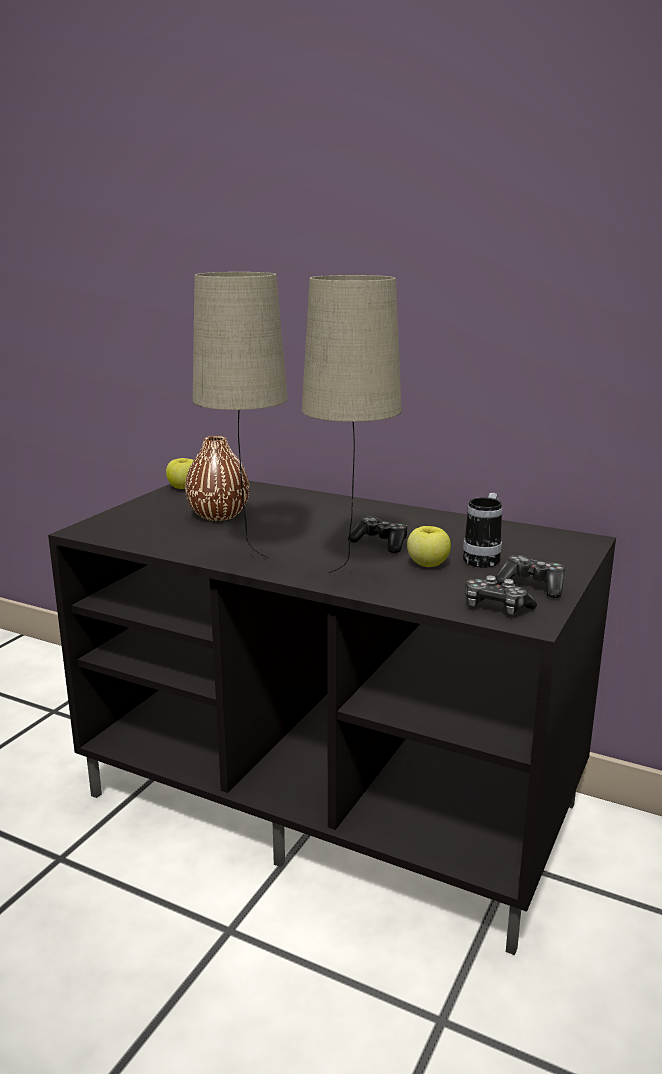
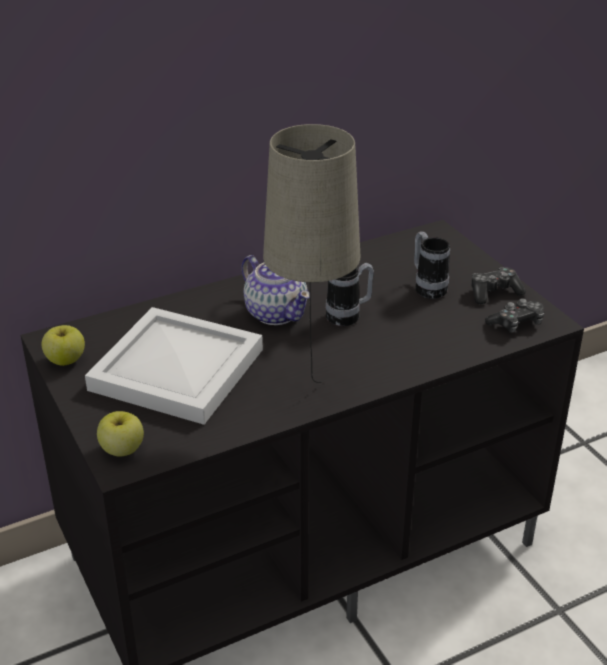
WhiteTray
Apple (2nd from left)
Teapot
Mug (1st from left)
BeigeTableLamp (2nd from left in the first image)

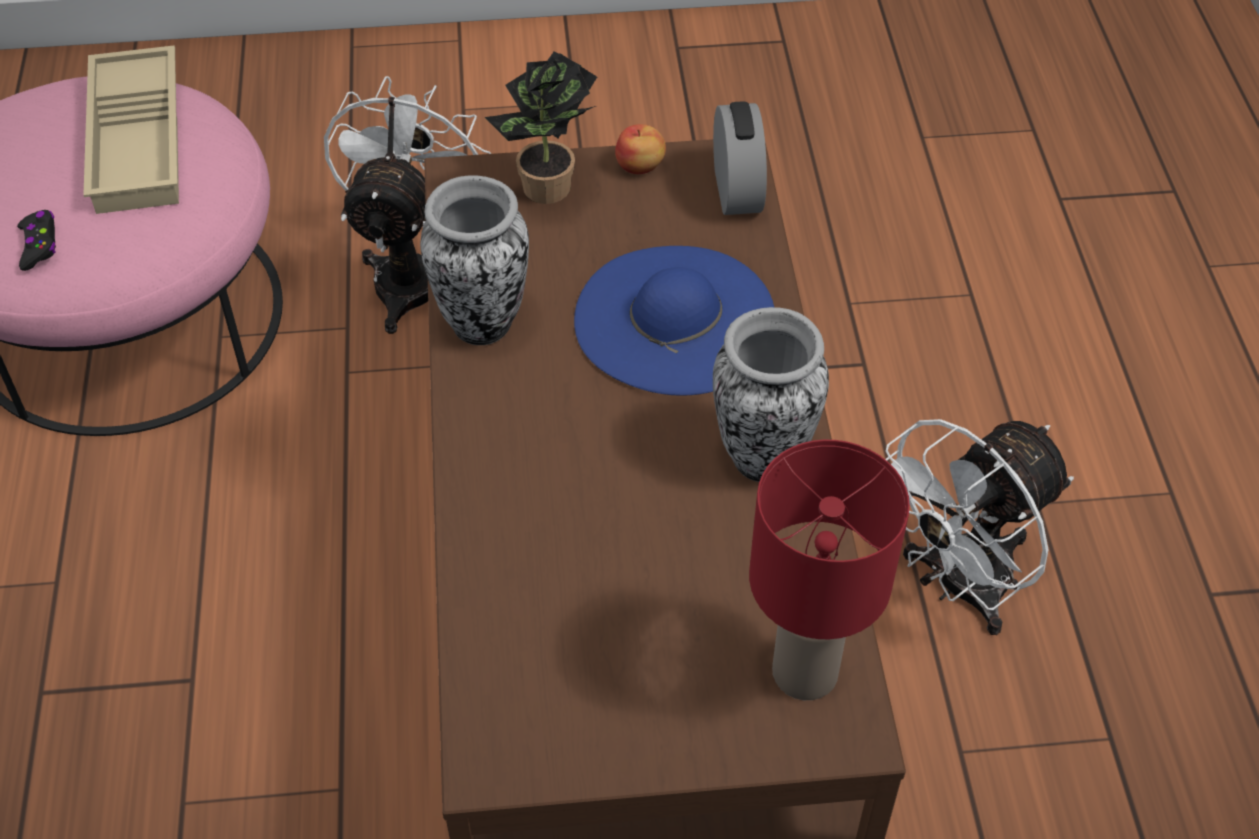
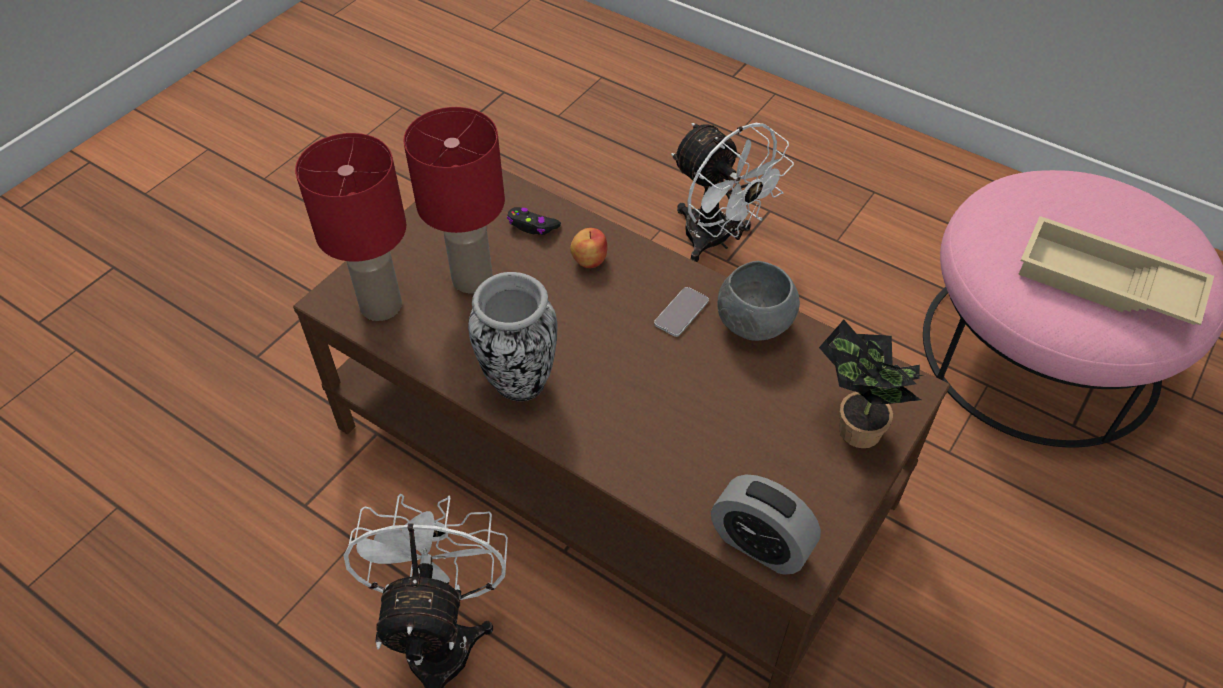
RedTableLamp (2nd from left)
BlackGameController
Apple
Phone
WhiteFan (2nd from left)
GreyBowl
BlueHat

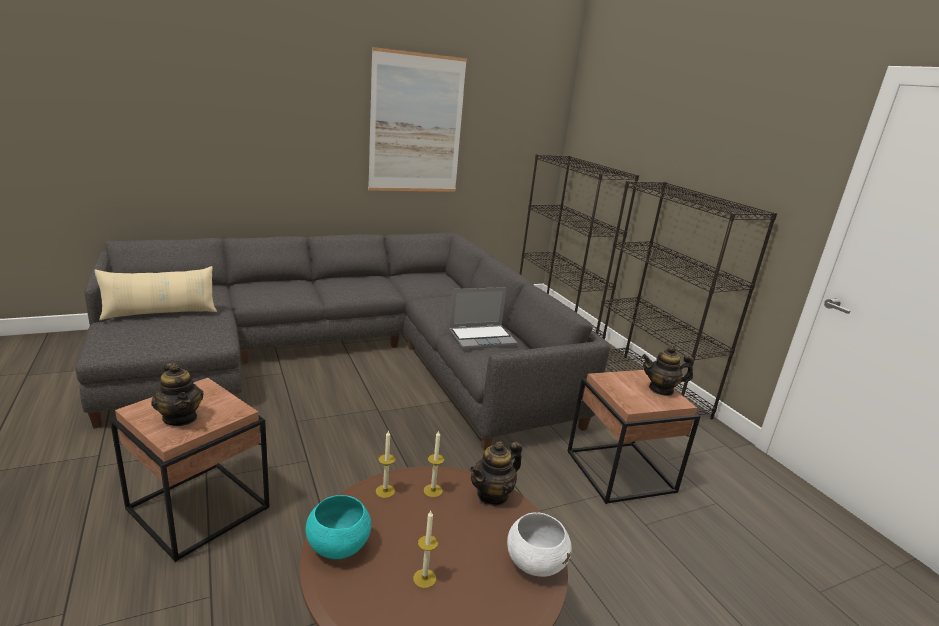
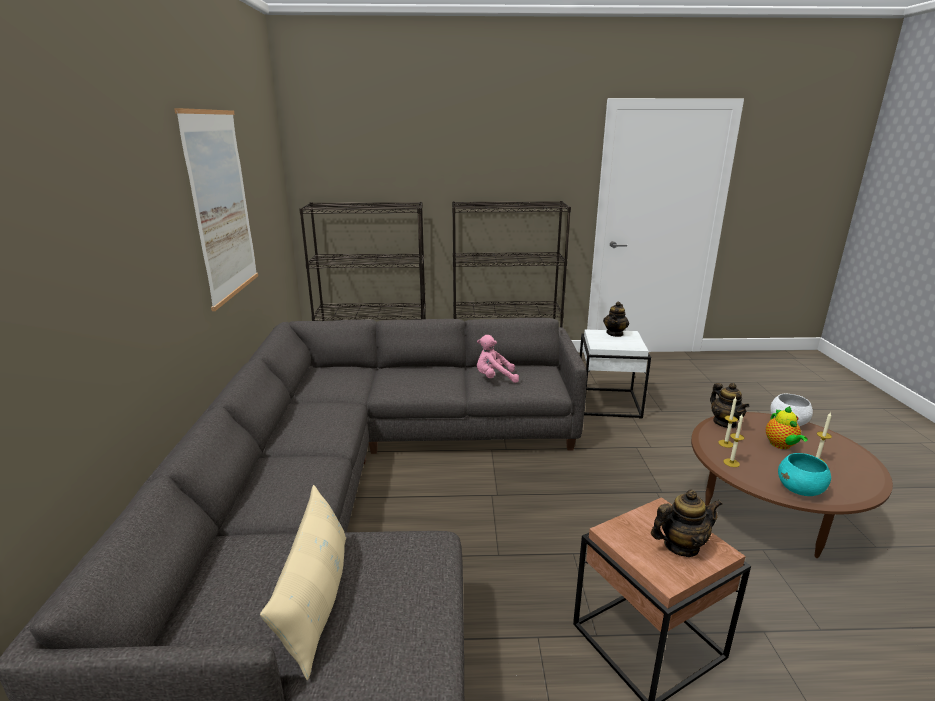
PinkPlushToy
WhiteSideTable
Teapot (4th from left)

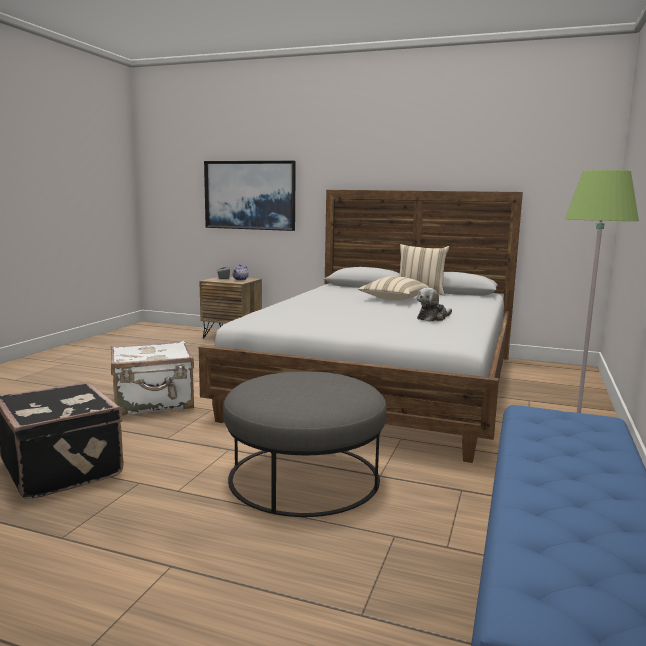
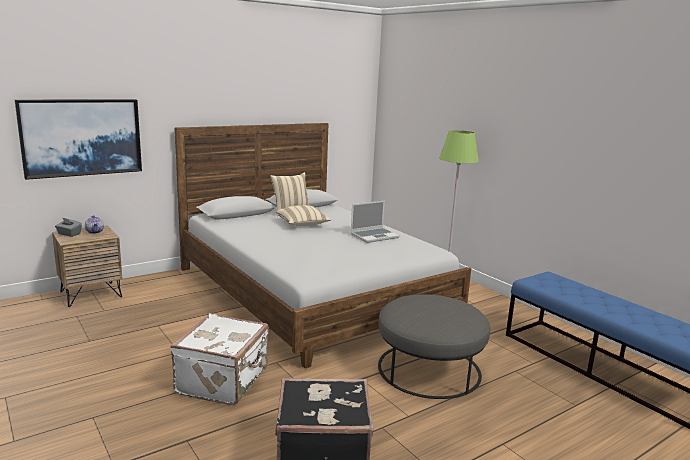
Laptop

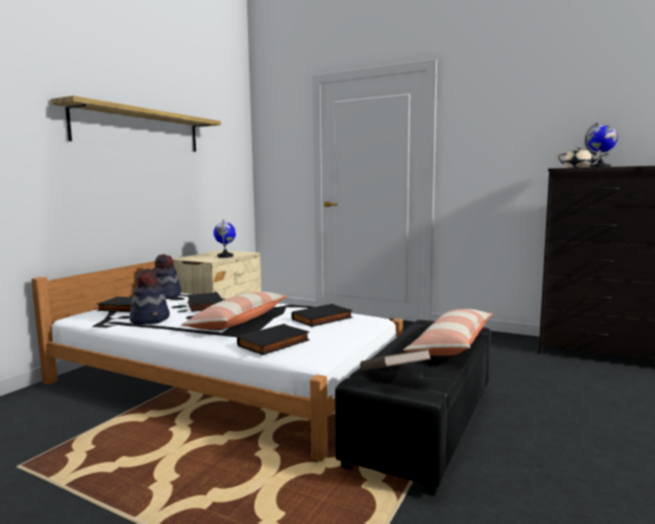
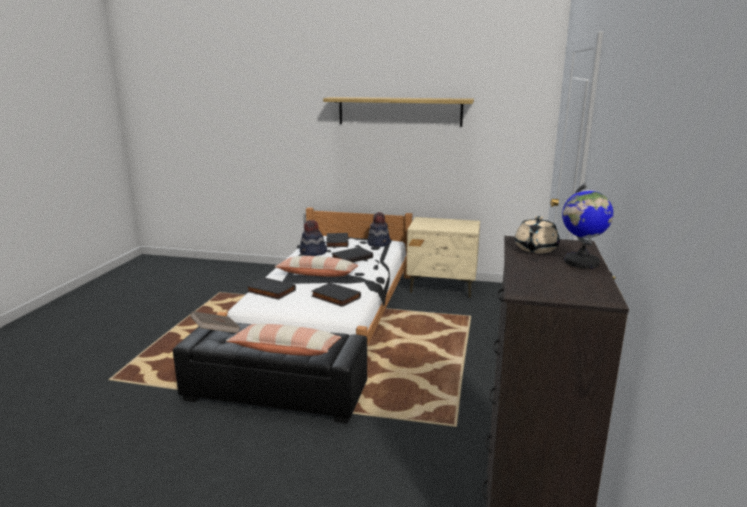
Globe (1st from left in the first image)

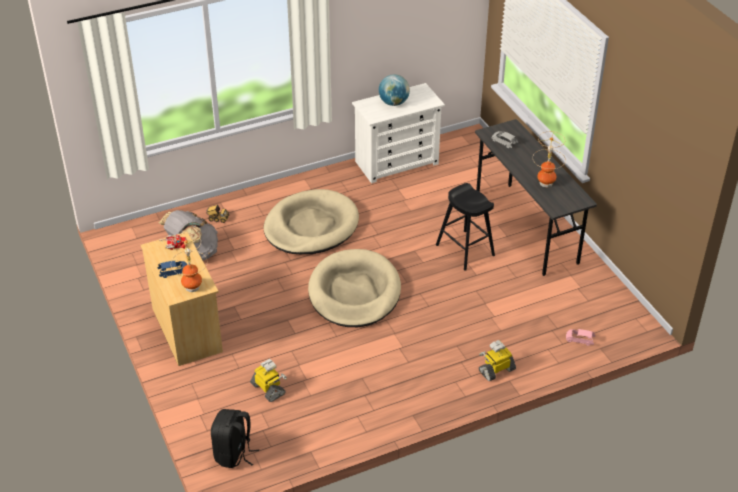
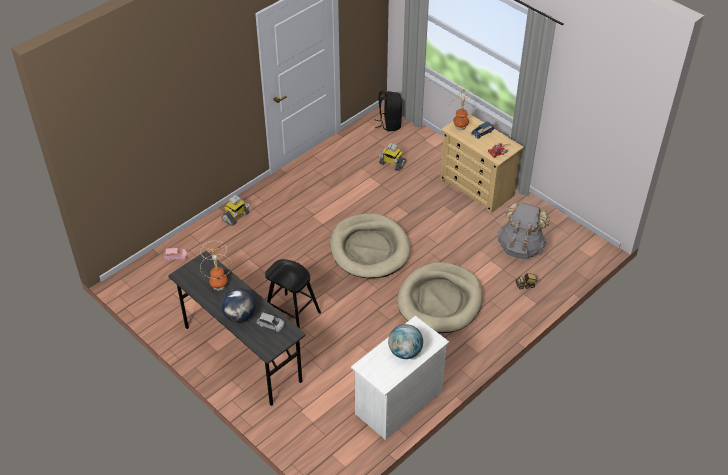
Globe (1st from left)

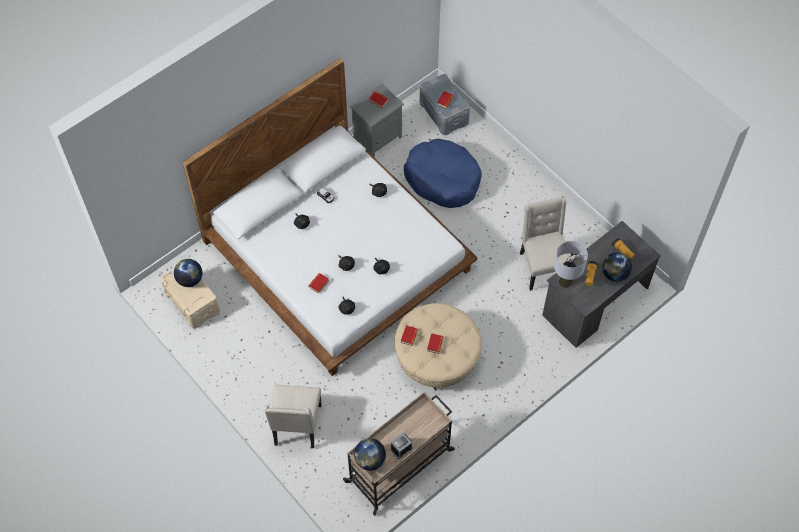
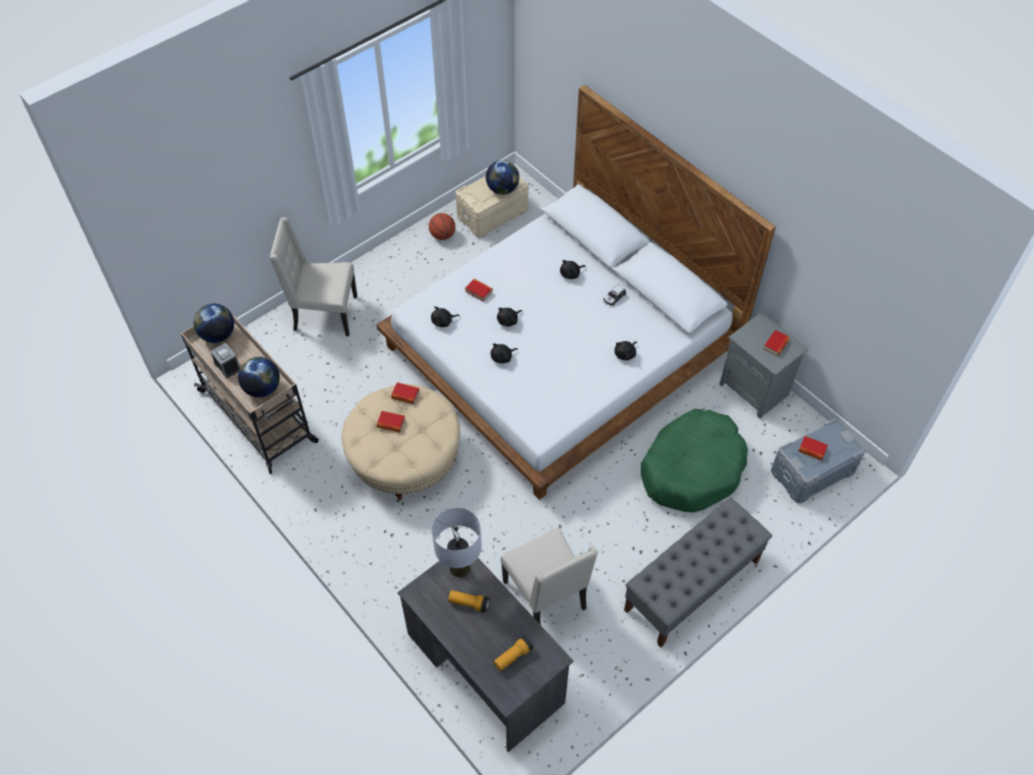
Globe (2nd from left)
Basketball
BeigeChair (2nd from left)
GreyBench
GreenDogBed

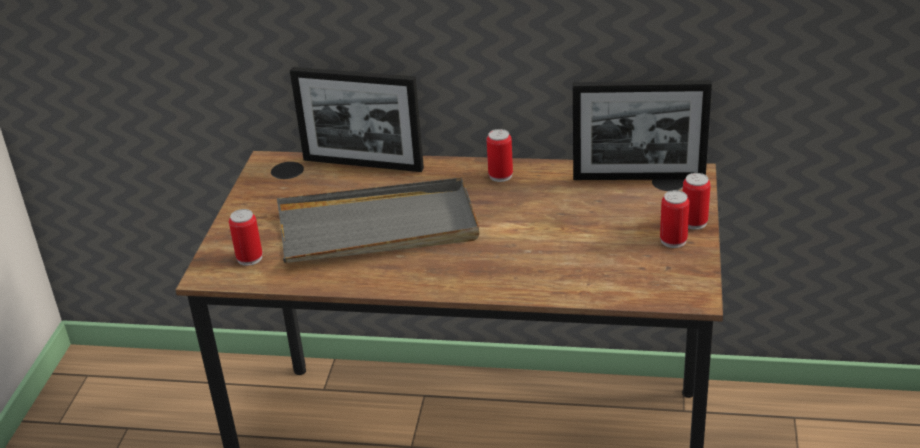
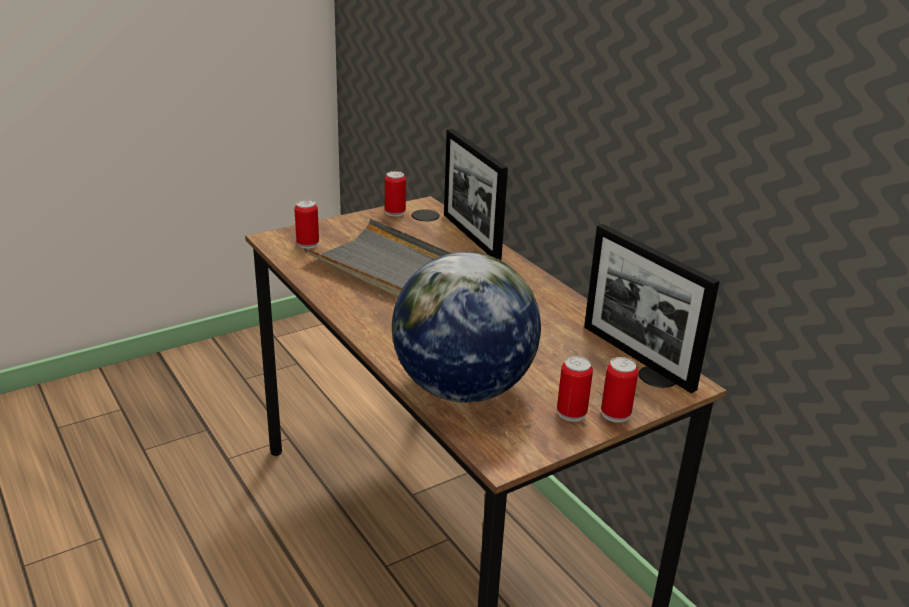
Can (2nd from left)
Globe

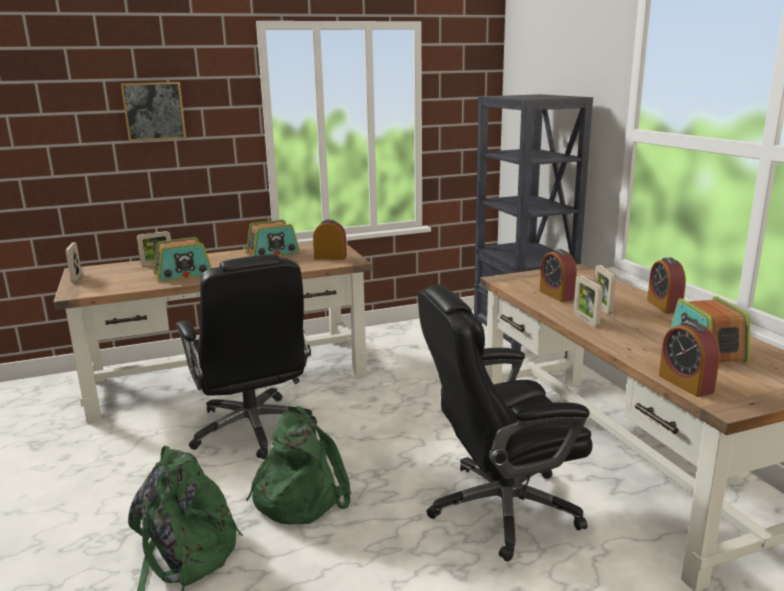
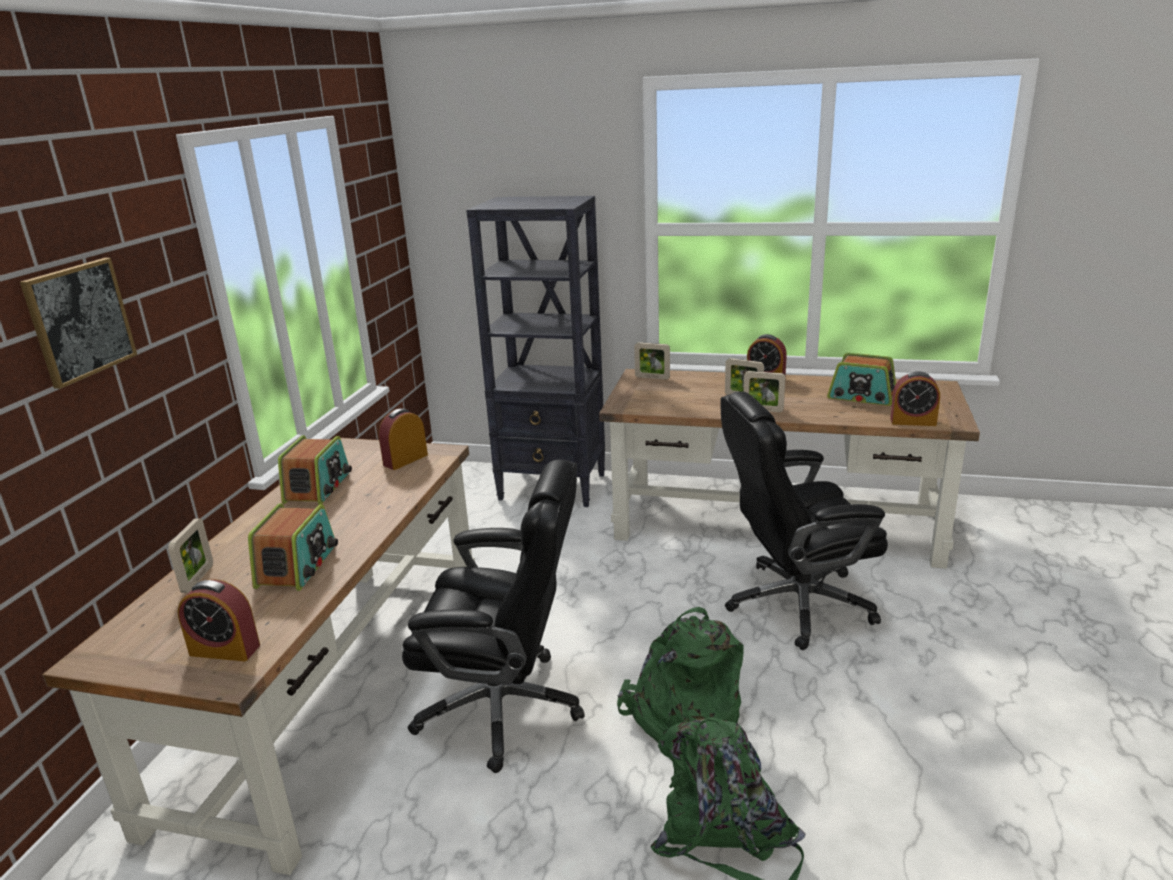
AlarmClock (1st from left)
PictureFrame (2nd from left)
BlackOfficeChair (2nd from left)

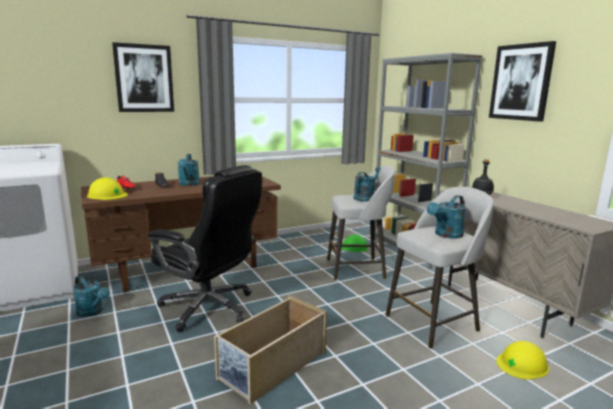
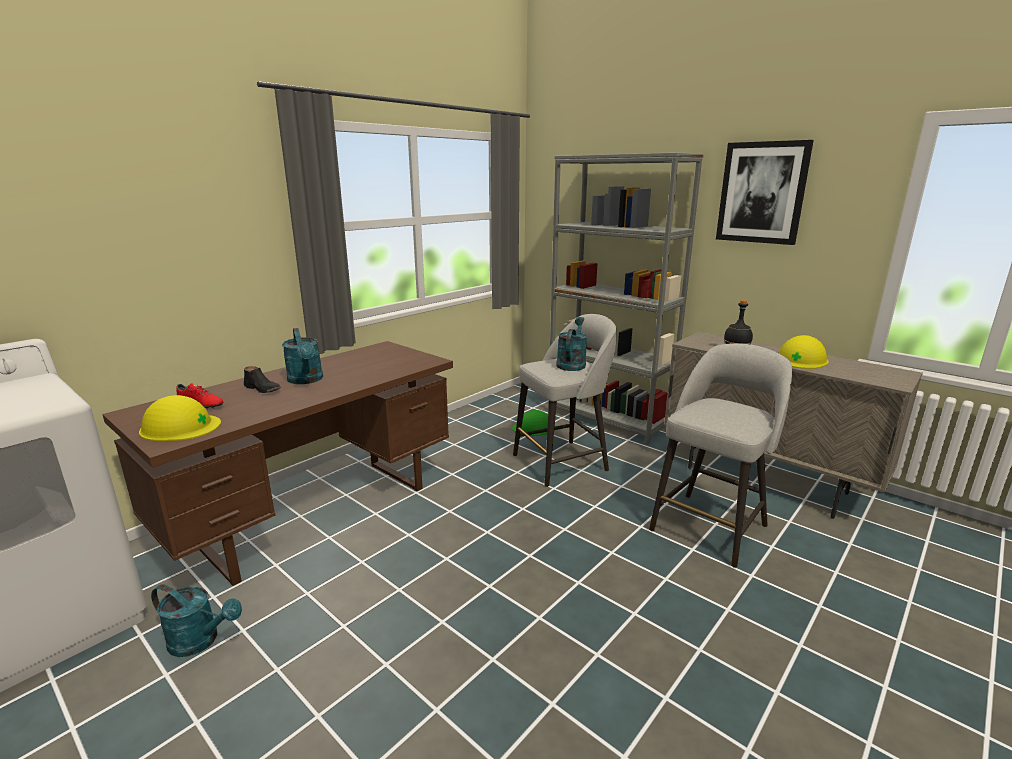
YellowHardHat (2nd from left)
Picture (1st from left in the first image)
BlackOfficeChair
BeigeStorageBox
TurquoiseWateringCan (4th from left in the first image)

